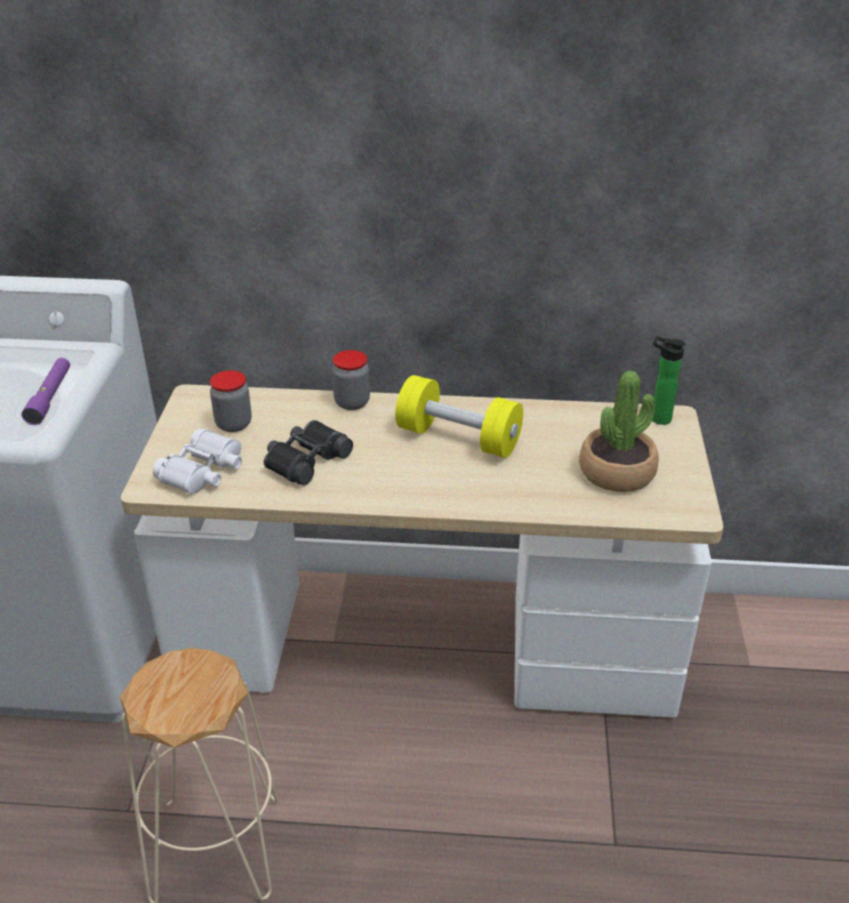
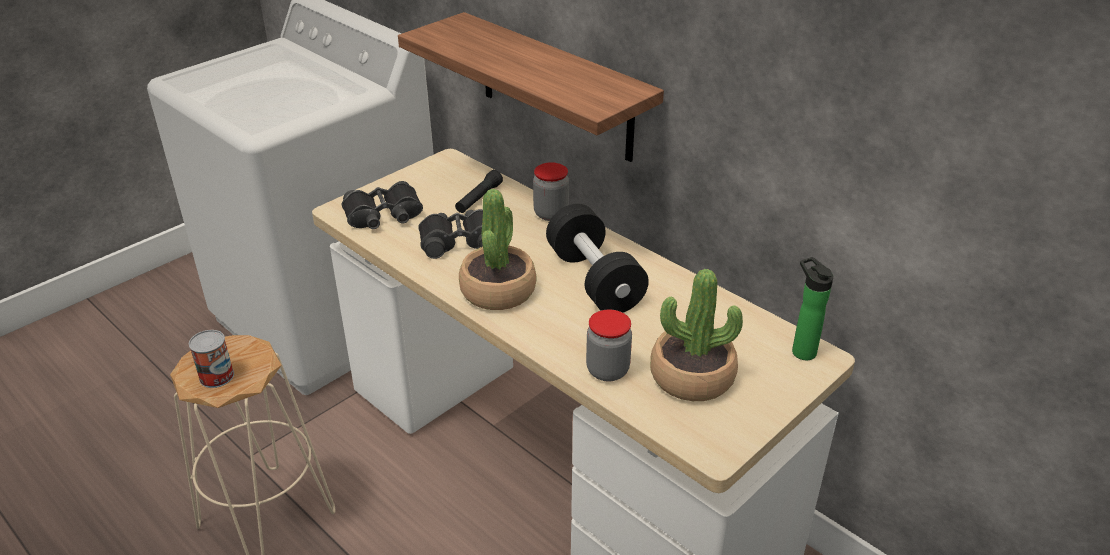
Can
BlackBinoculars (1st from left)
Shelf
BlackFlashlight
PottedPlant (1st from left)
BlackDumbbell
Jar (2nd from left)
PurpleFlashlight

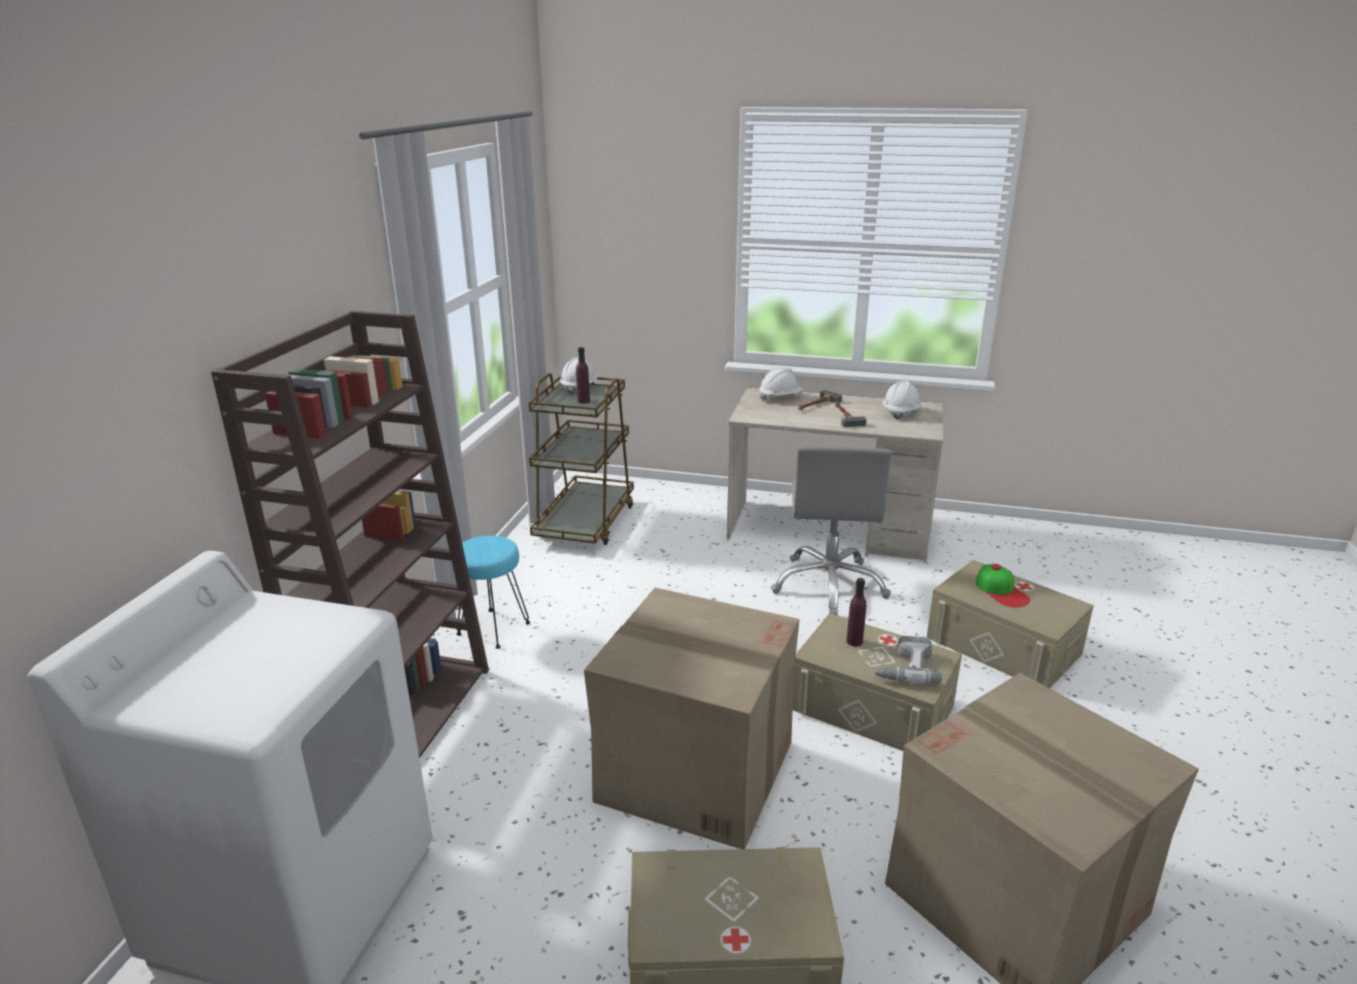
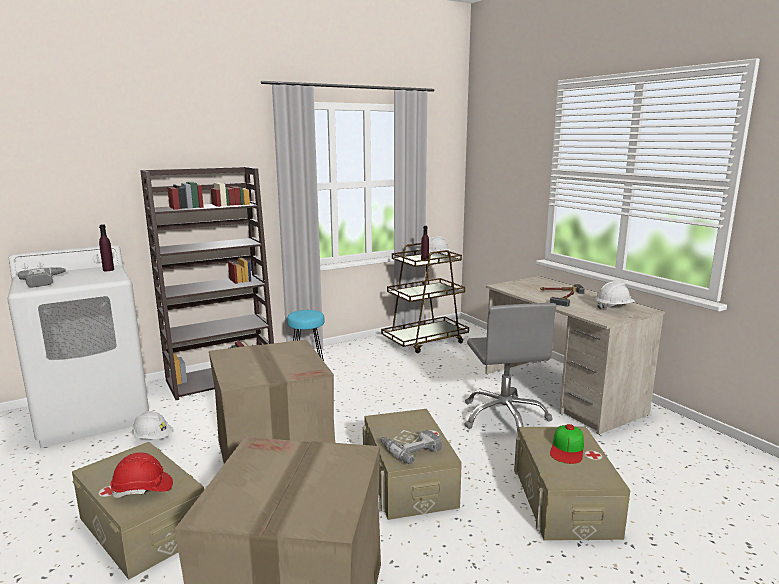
PowerDrill (1st from left)
PurpleBottle (1st from left)
RedHardHat
WhiteHardHat (1st from left)
GreyOfficeChair

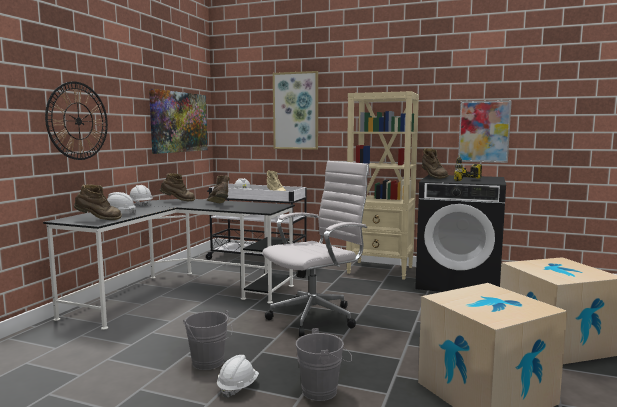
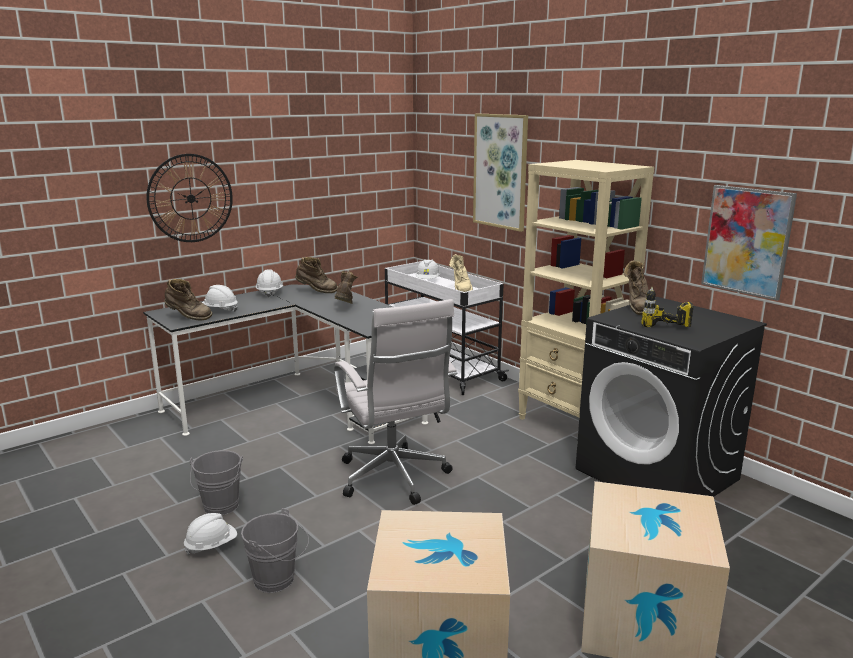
WhiteOfficeChair
Picture (1st from left in the first image)

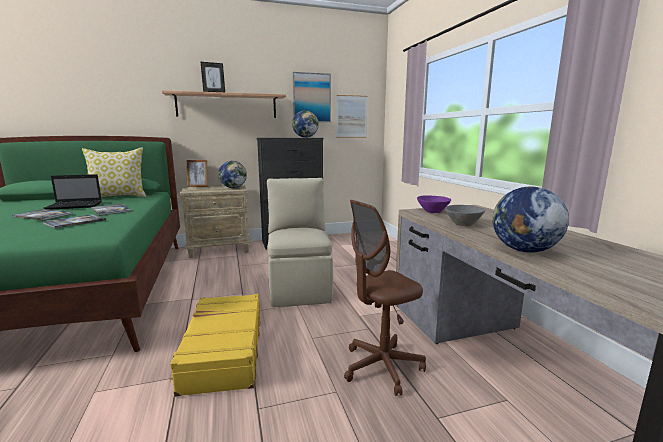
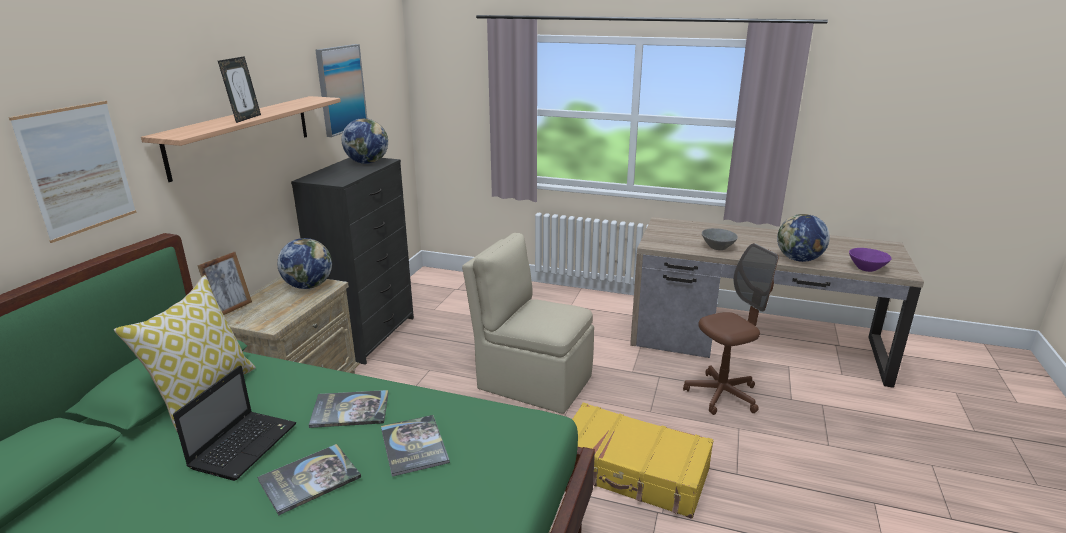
Picture (1st from left)
BrownOfficeChair
PurpleBowl

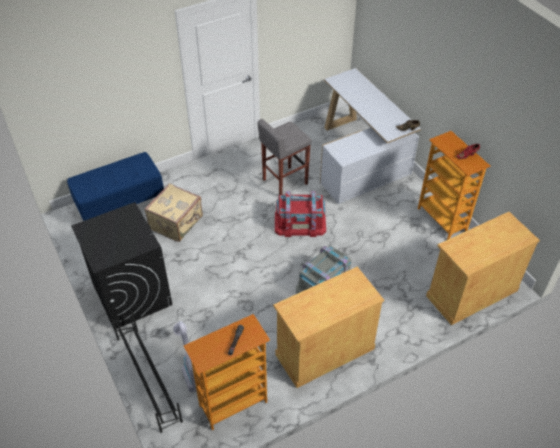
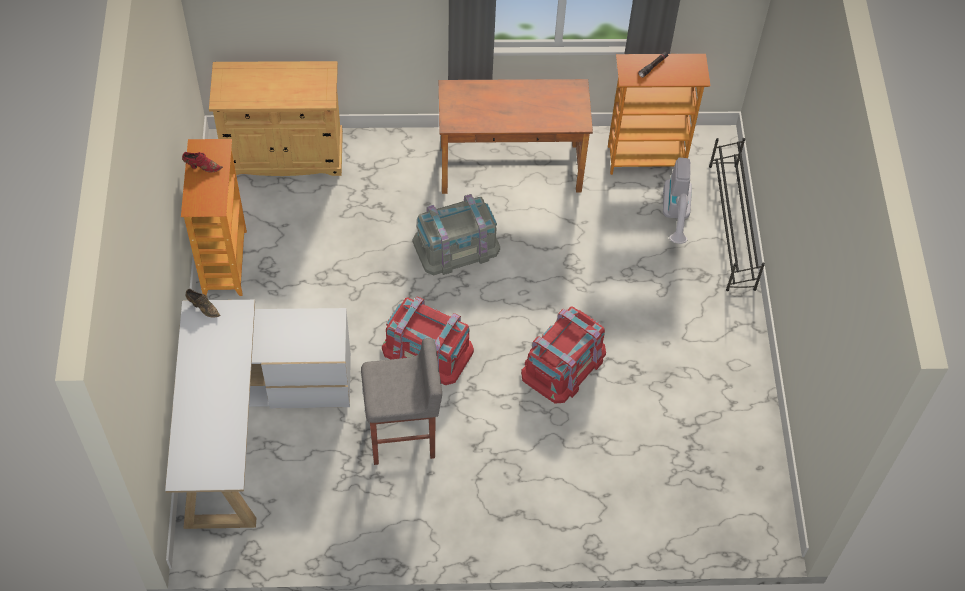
BrownDesk
RedStorageBox (2nd from left)
BlueBench
BlackWashingMachine
BeigeSuitcase

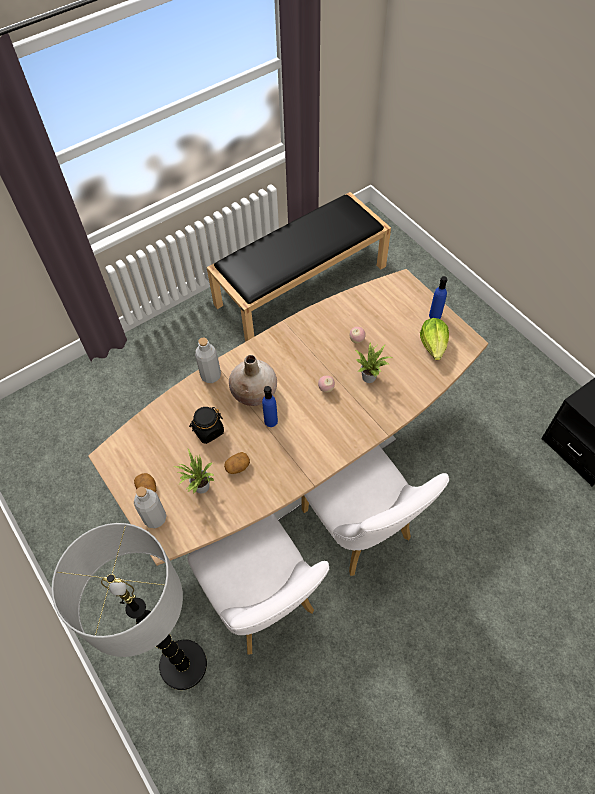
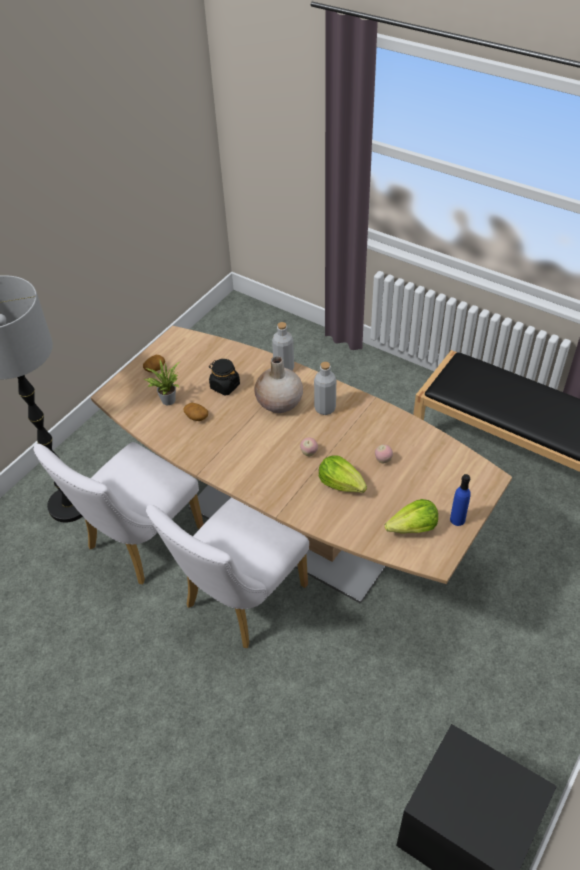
GreyBottle (2nd from left)
Lettuce (1st from left)
BlueBottle (1st from left in the first image)

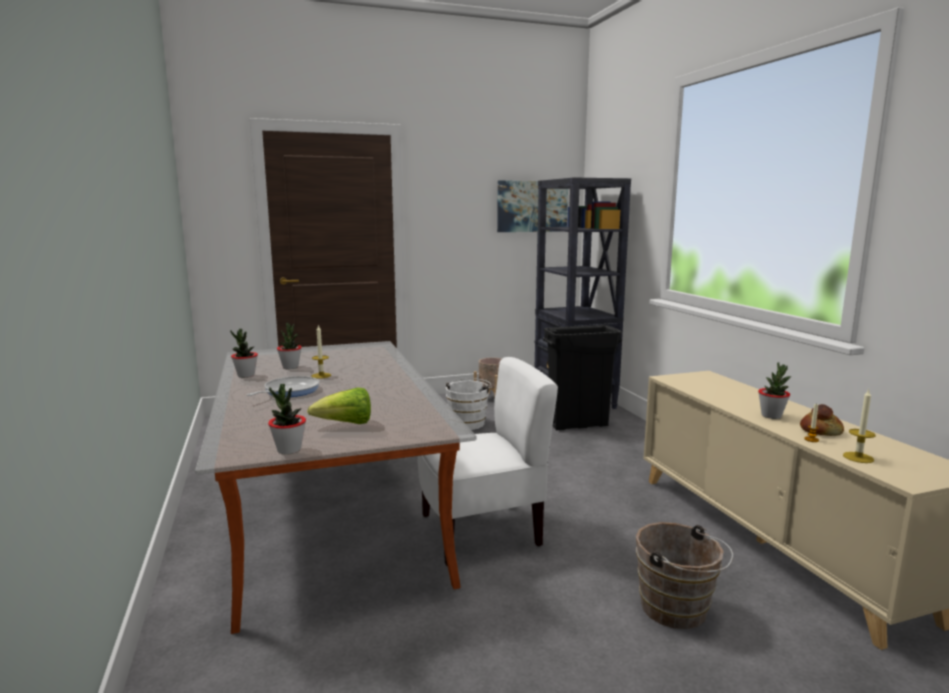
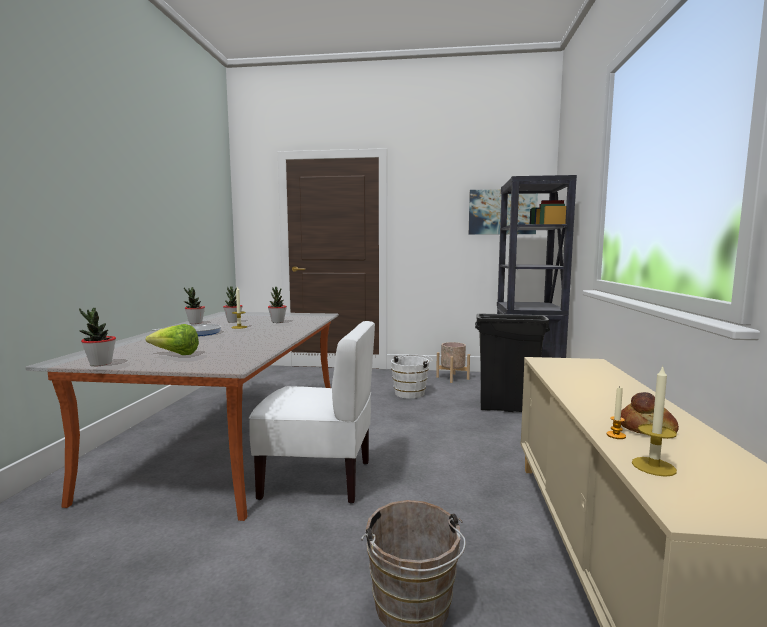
PottedPlant (4th from left)

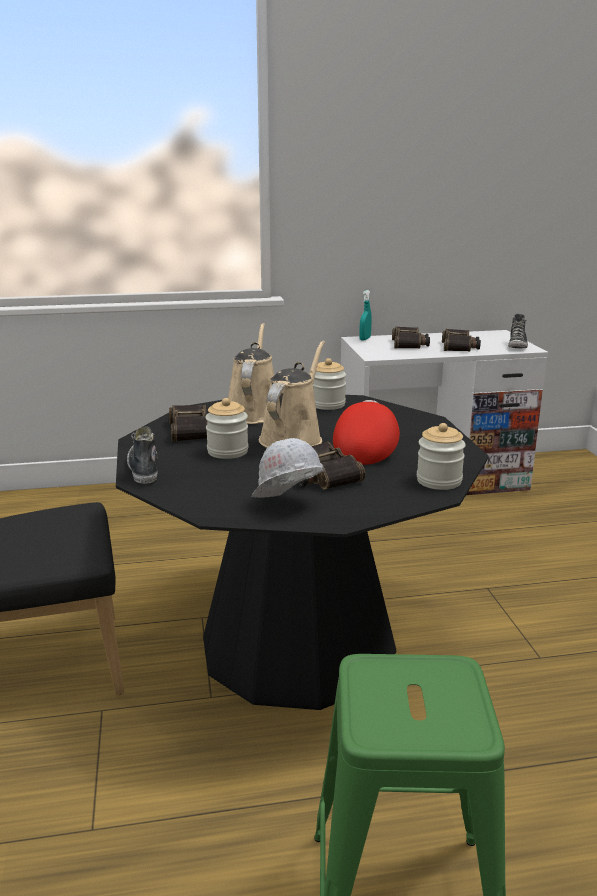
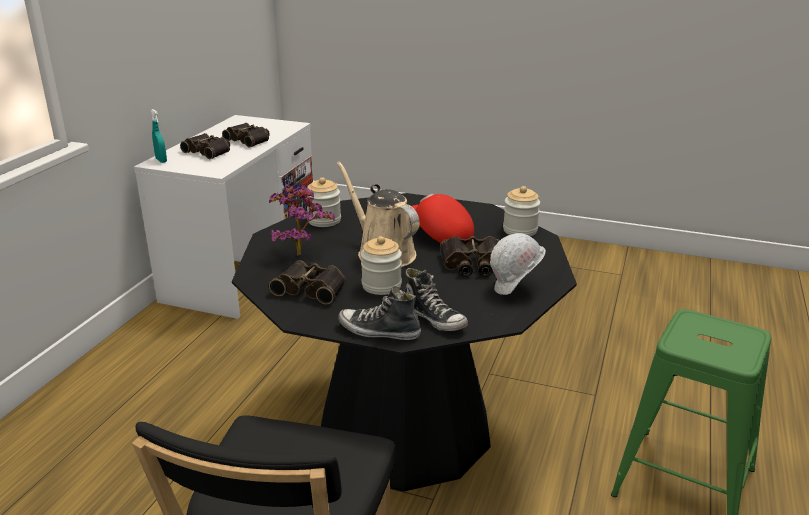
PottedPlant
Shoe (2nd from left)

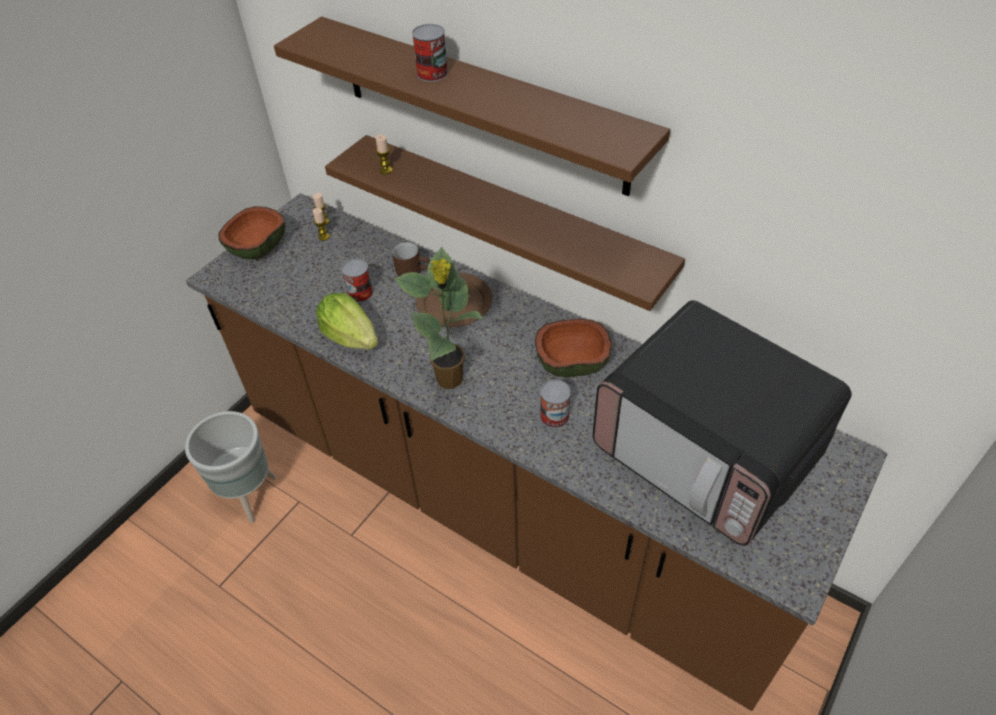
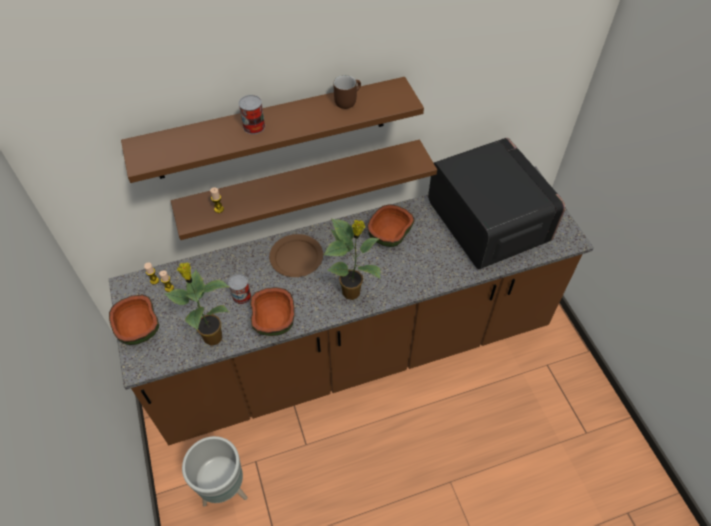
PottedPlant (1st from left)
Bowl (2nd from left)
BrownMug
Microwave
Can (3rd from left in the first image)

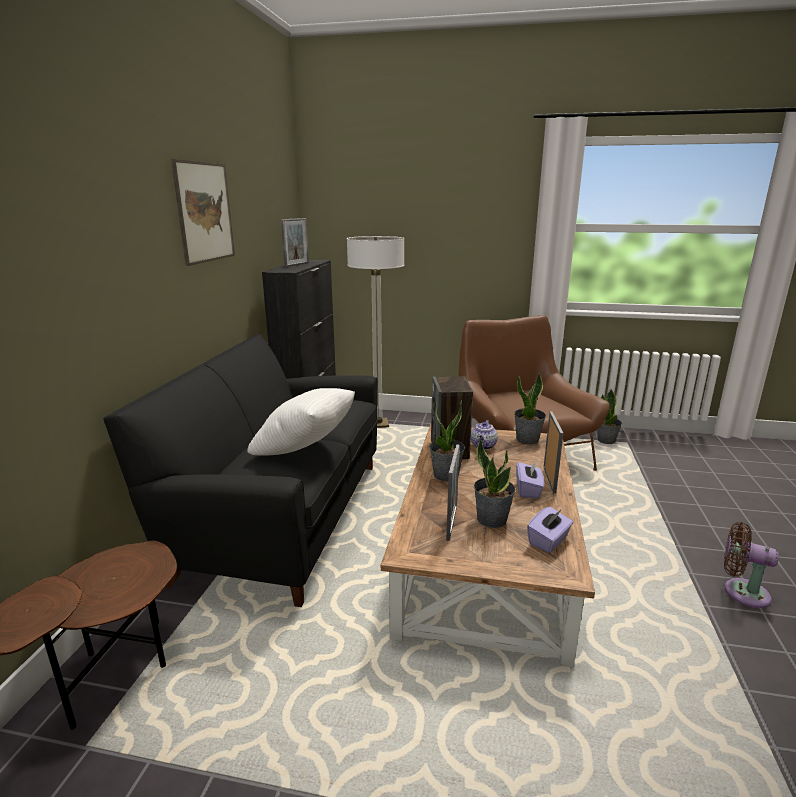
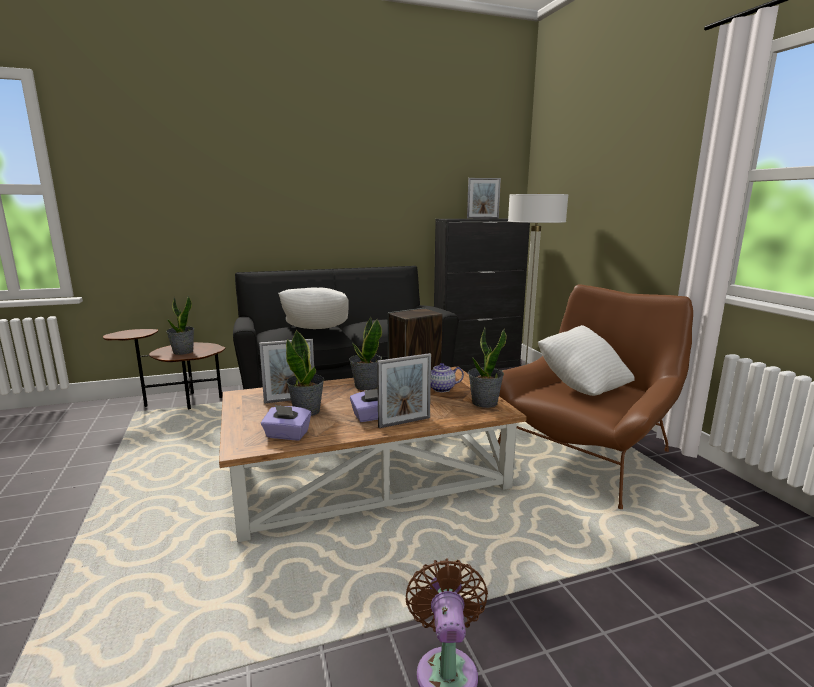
PottedPlant (1st from left)
WhitePillow (2nd from left)
Picture

